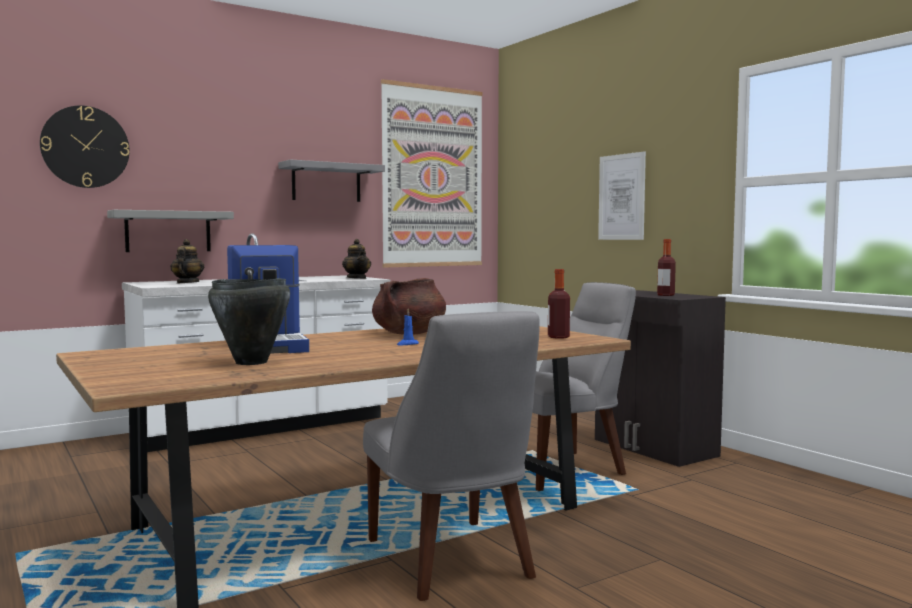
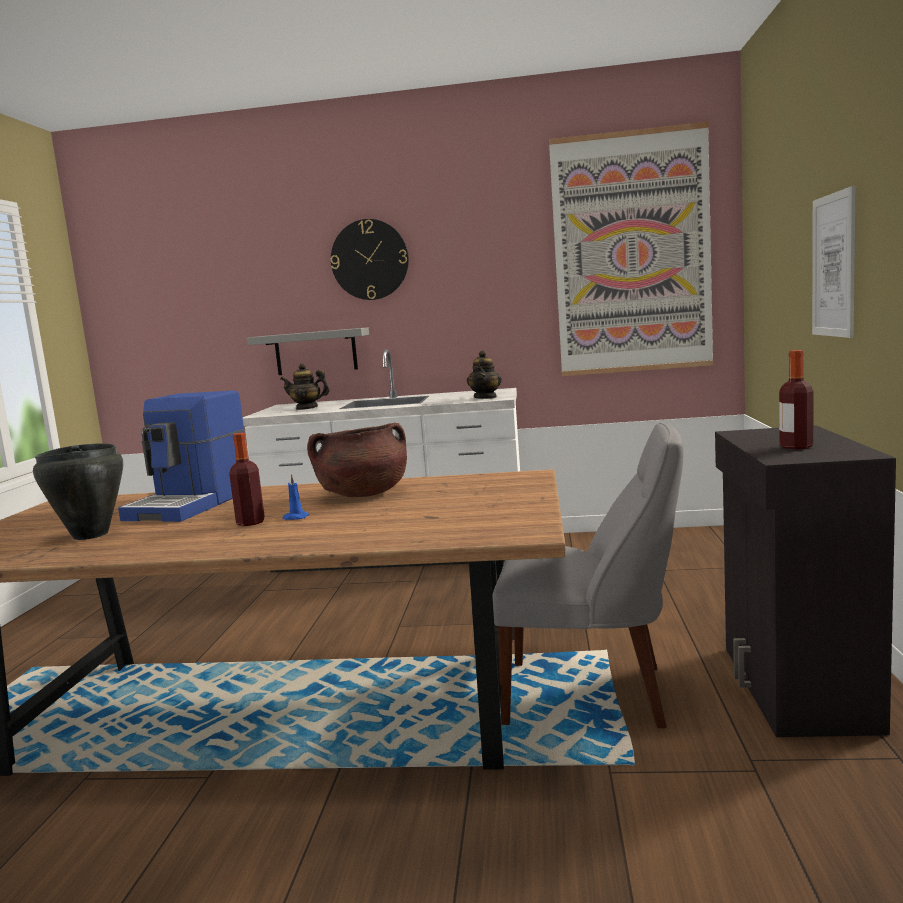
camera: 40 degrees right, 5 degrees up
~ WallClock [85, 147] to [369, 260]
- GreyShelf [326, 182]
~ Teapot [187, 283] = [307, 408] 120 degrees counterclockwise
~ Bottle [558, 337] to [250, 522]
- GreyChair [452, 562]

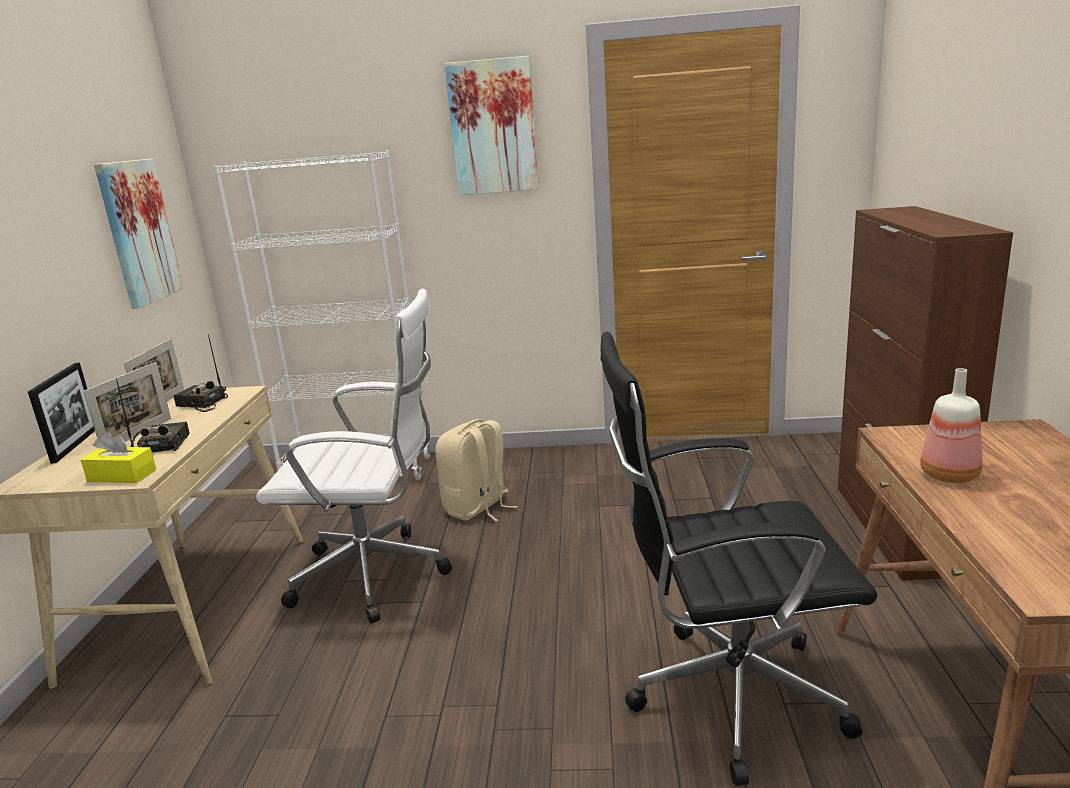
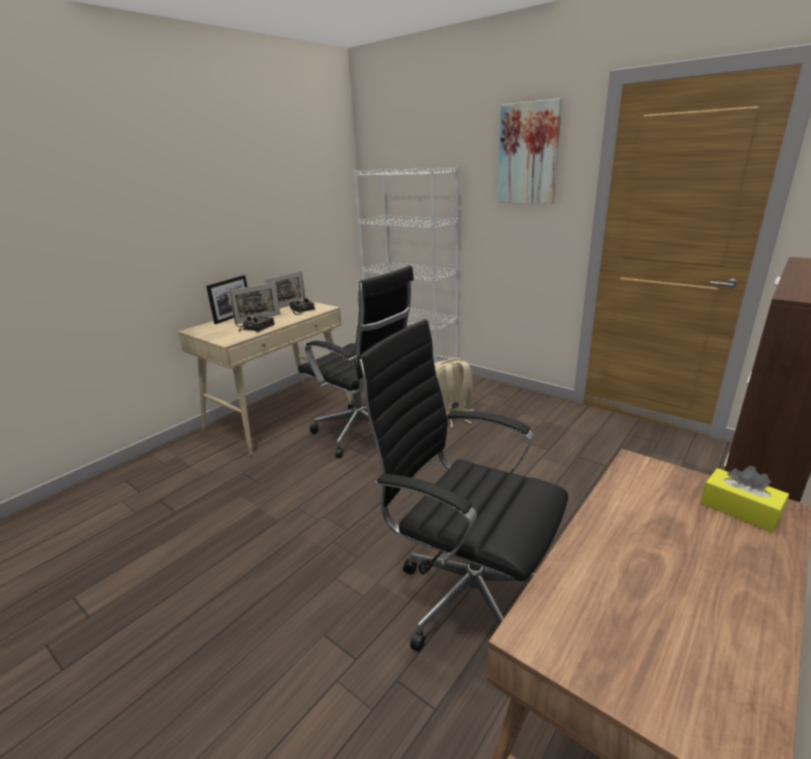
camera: 35 degrees right, 5 degrees up
- Picture [138, 232]
~ WhiteOfficeChair [377, 575] to BlackOfficeChair [364, 433]
- Bottle [950, 475]
~ YellowTissueBox [122, 475] to [740, 509]

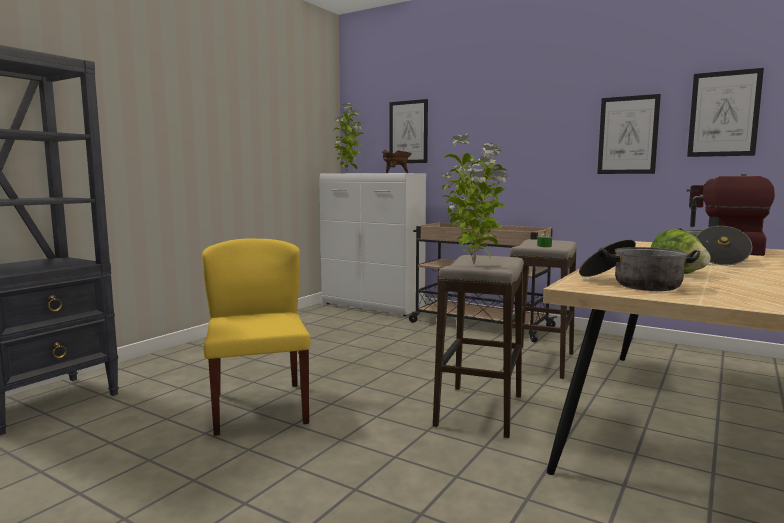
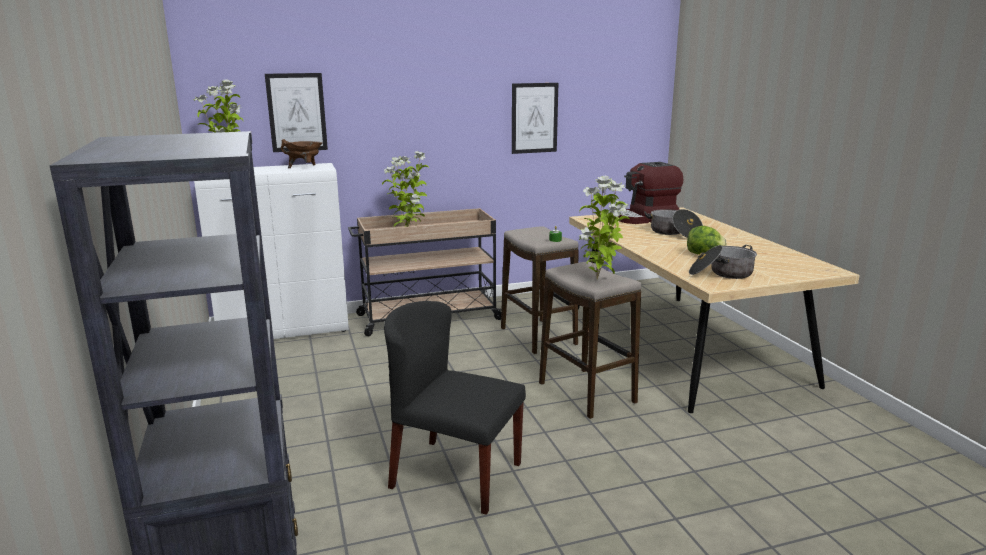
camera: 50 degrees left, 10 degrees up
- Picture [724, 114]
~ YellowChair [258, 407] to BlackChair [455, 475]

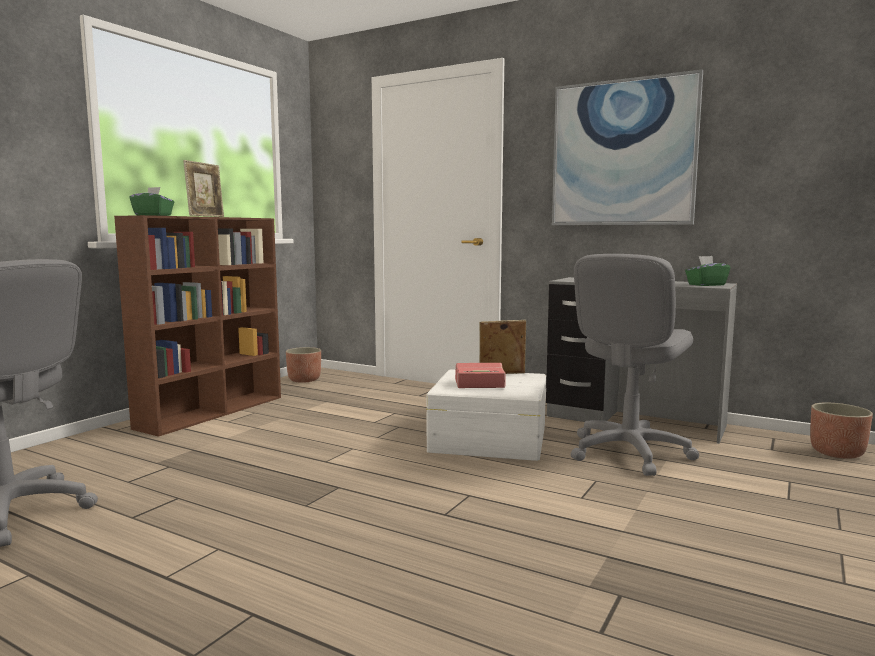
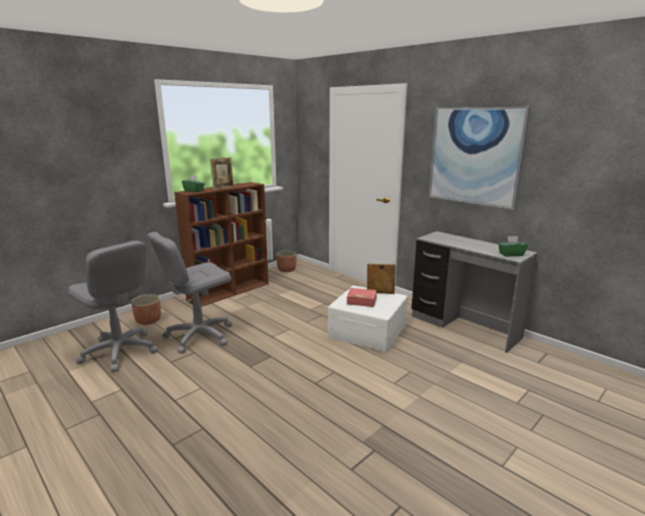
camera: 15 degrees right, 10 degrees up
~ GreyOfficeChair [628, 452] to [199, 336]
~ Planter [837, 453] to [148, 321]

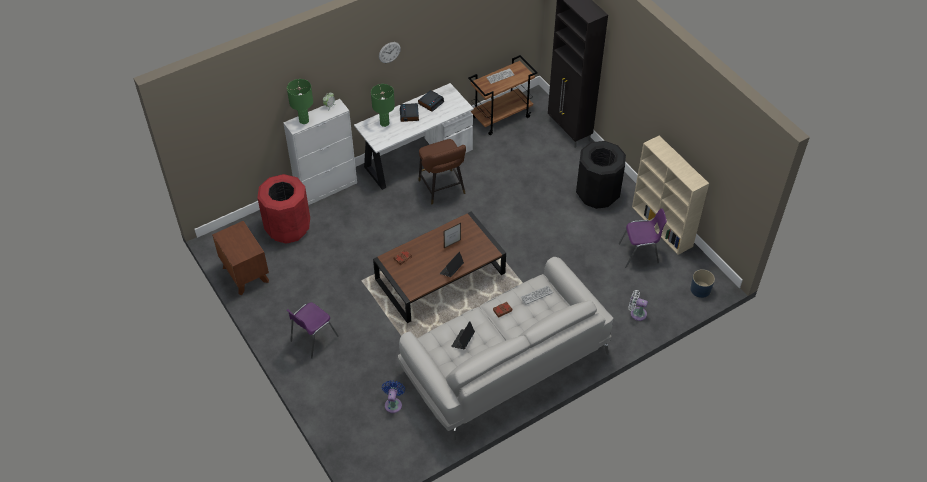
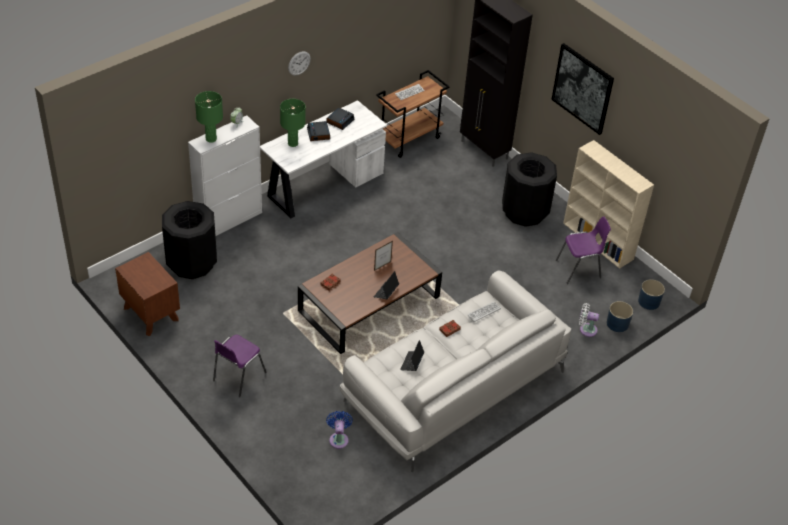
camera: 10 degrees left, 5 degrees down
- BrownStool [443, 189]
~ RedTrashCan [288, 228] to BlackTrashCan [192, 263]
+ Picture [582, 88]
+ BluePlanter [617, 324]

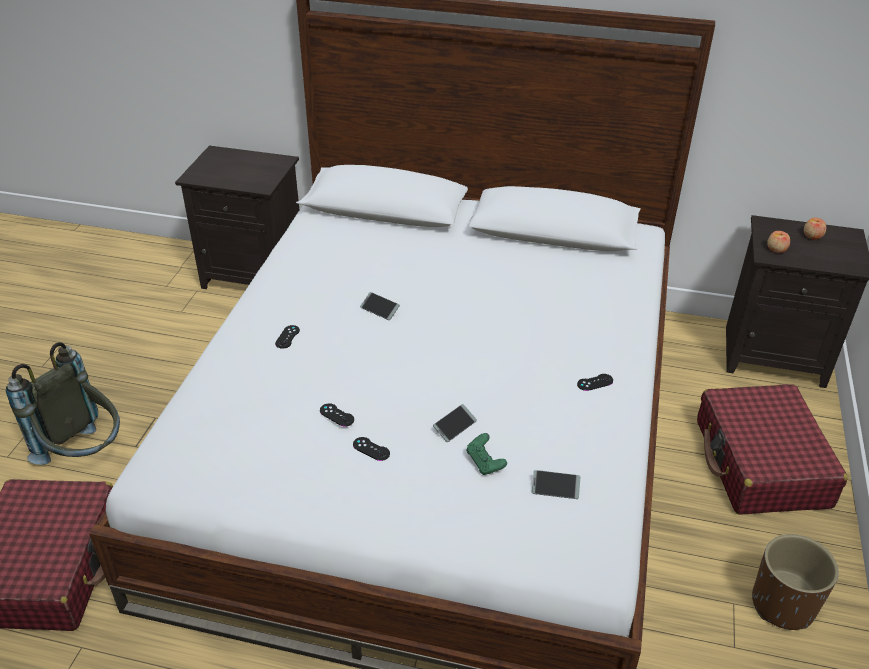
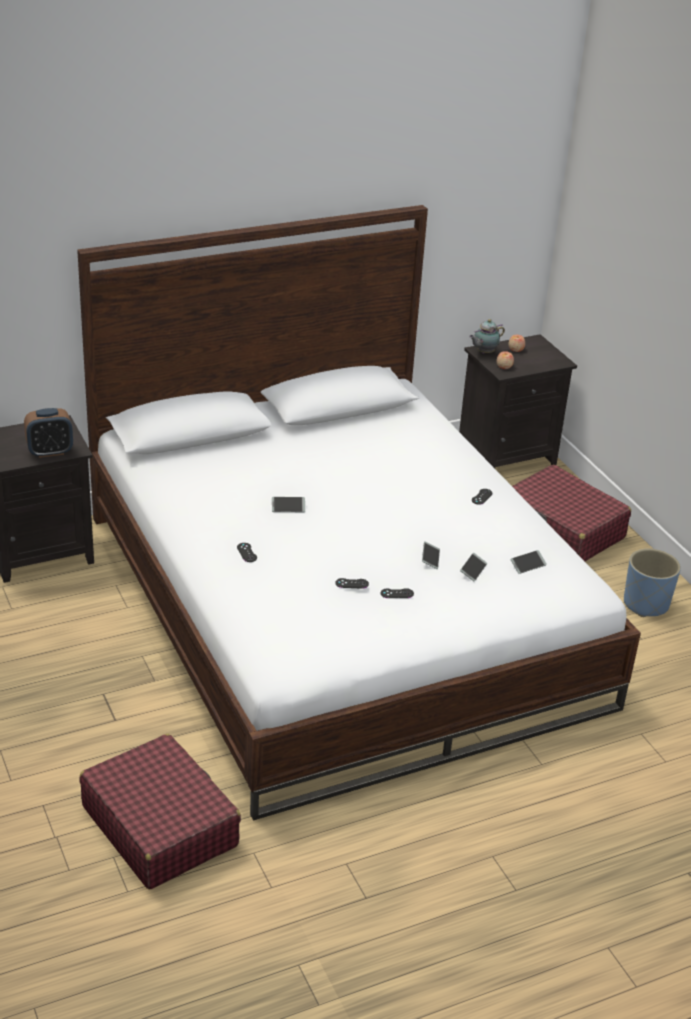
camera: 40 degrees left, 5 degrees down
- GreyBackpack [85, 456]
~ GreenGameController [485, 463] to Phone [473, 570]
~ BrownPlanter [783, 604] to BluePlanter [646, 604]
+ Teapot [484, 352]
+ AlarmClock [50, 451]

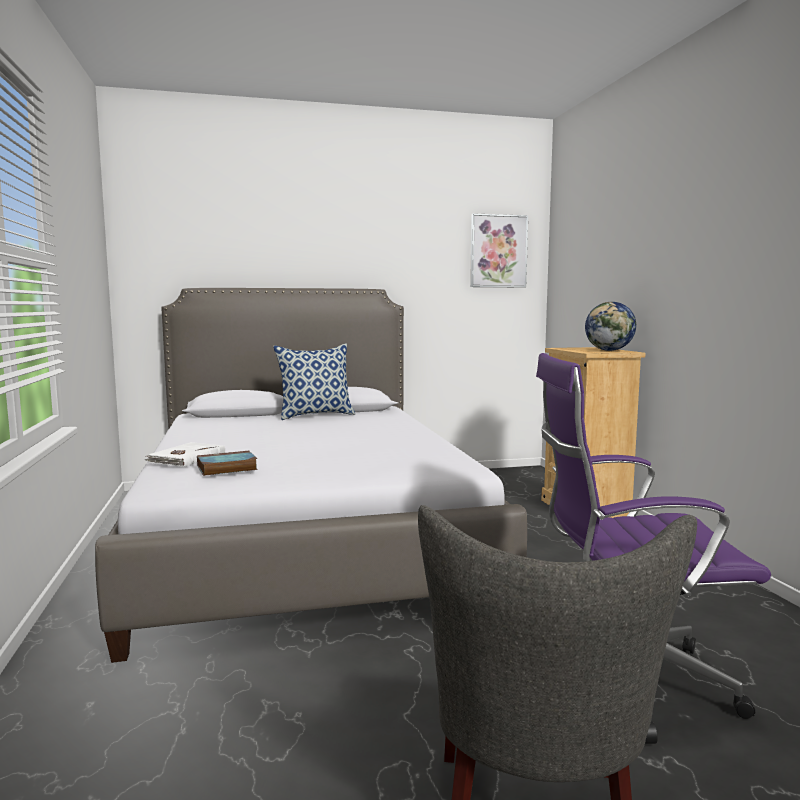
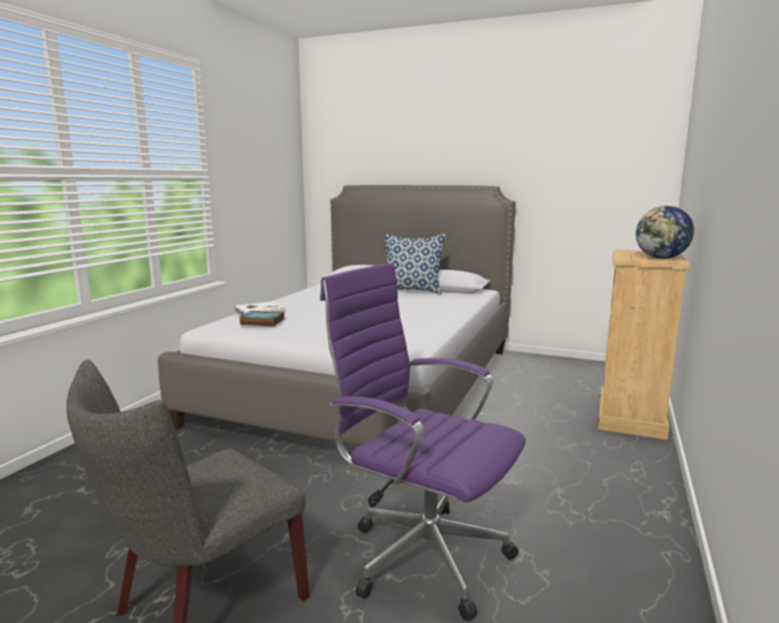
camera: 35 degrees right, 5 degrees up
- Picture [498, 251]

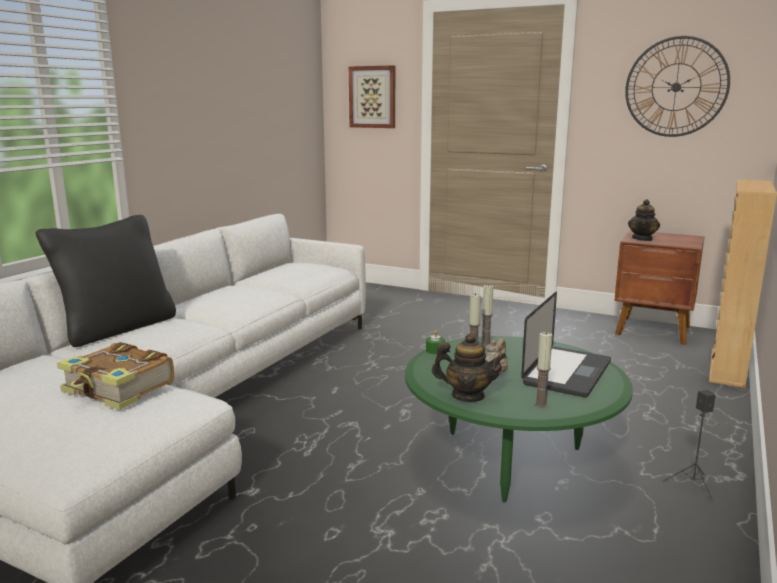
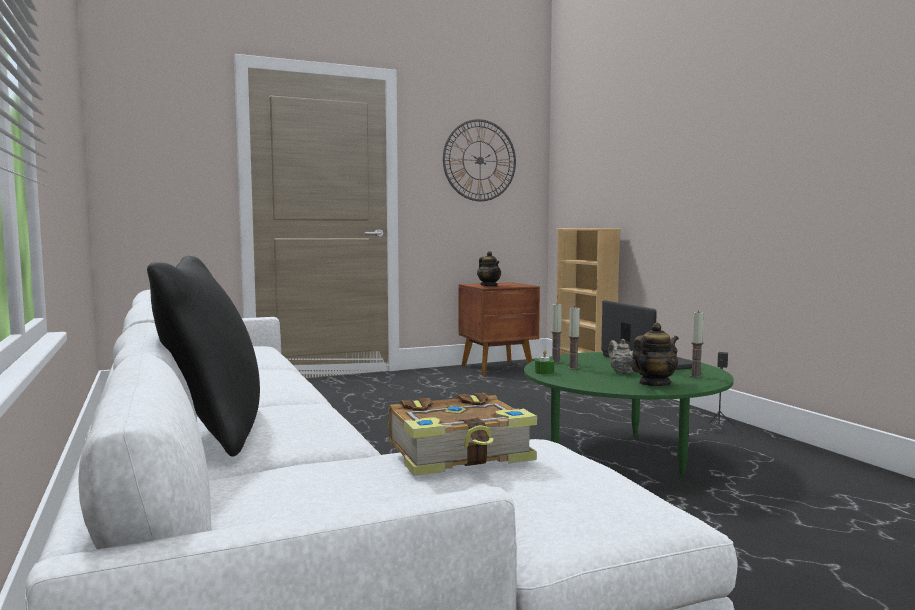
camera: 50 degrees left, 10 degrees down
- Picture [373, 97]

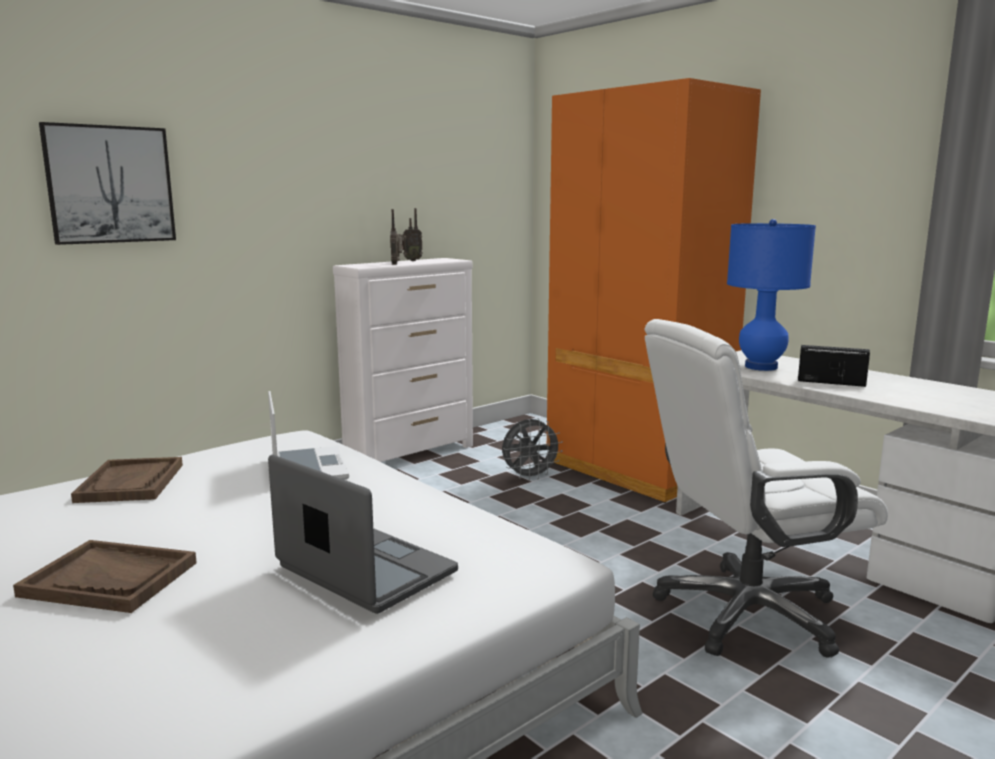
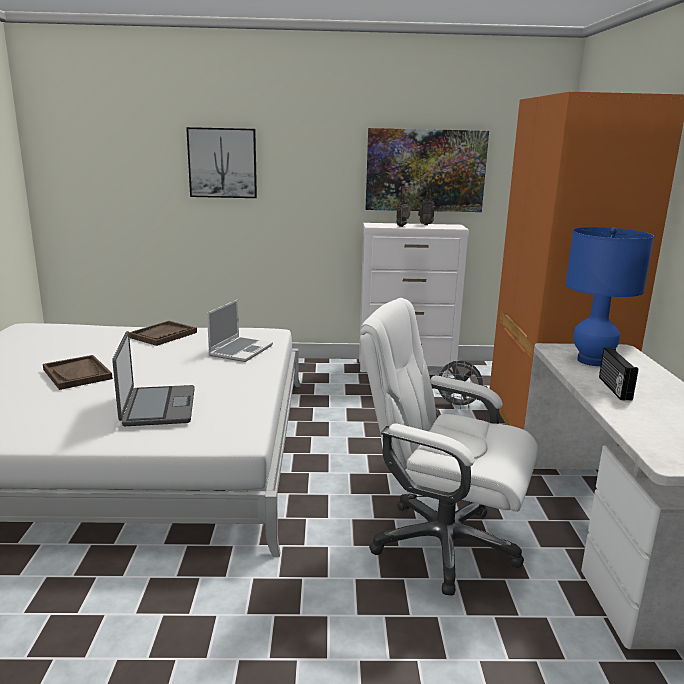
camera: 40 degrees right, 5 degrees up
~ Radio [831, 382] = [613, 388] 150 degrees counterclockwise
+ Picture [425, 170]

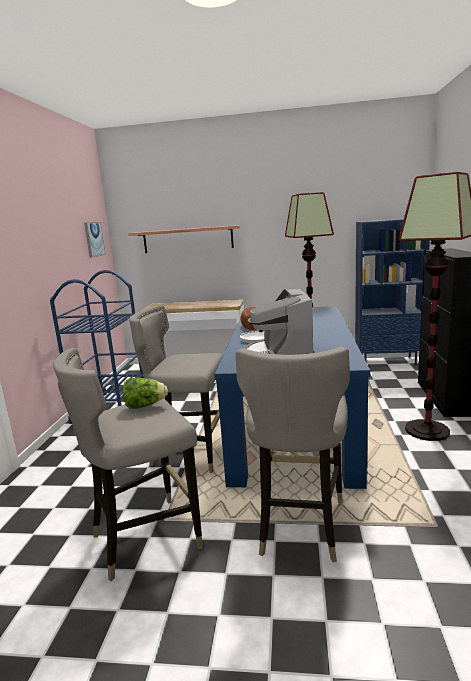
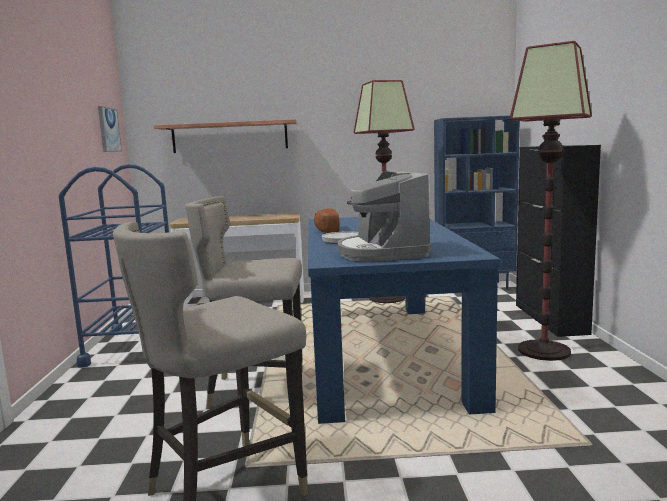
camera: 10 degrees left, 5 degrees down
- GreyStool [298, 526]
- Lettuce [145, 406]

